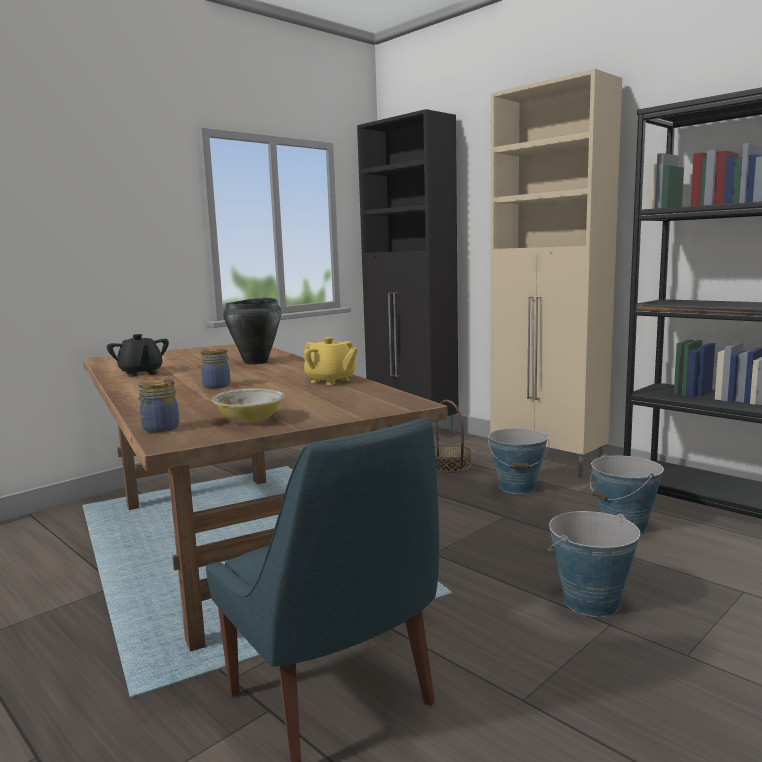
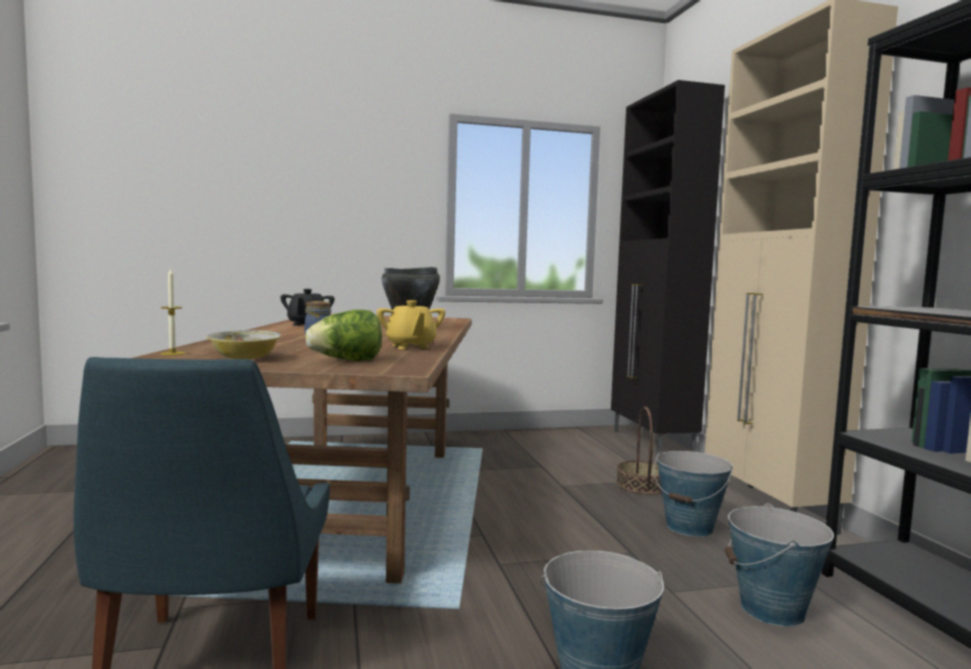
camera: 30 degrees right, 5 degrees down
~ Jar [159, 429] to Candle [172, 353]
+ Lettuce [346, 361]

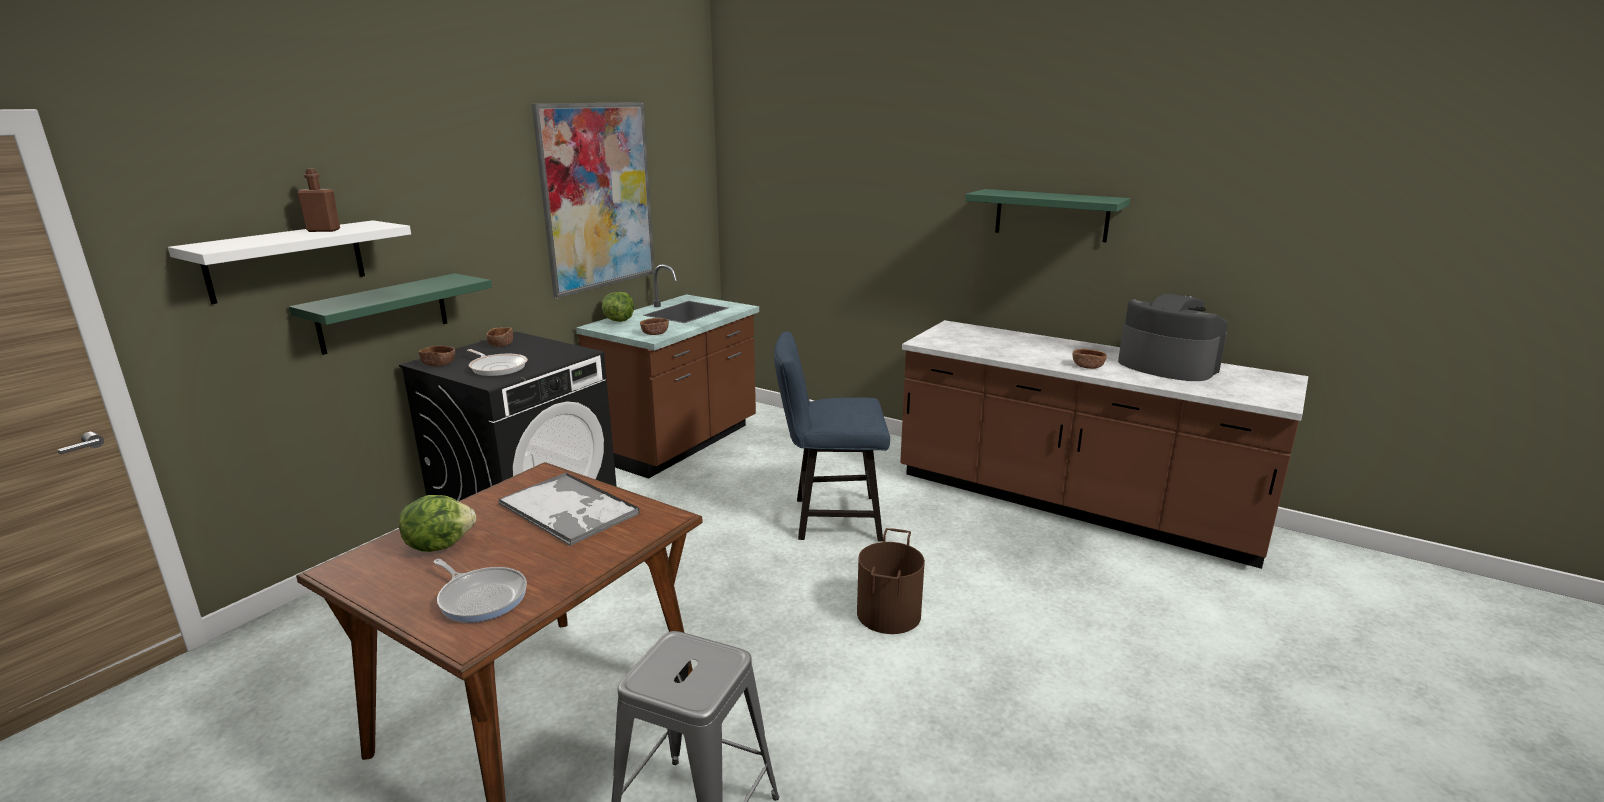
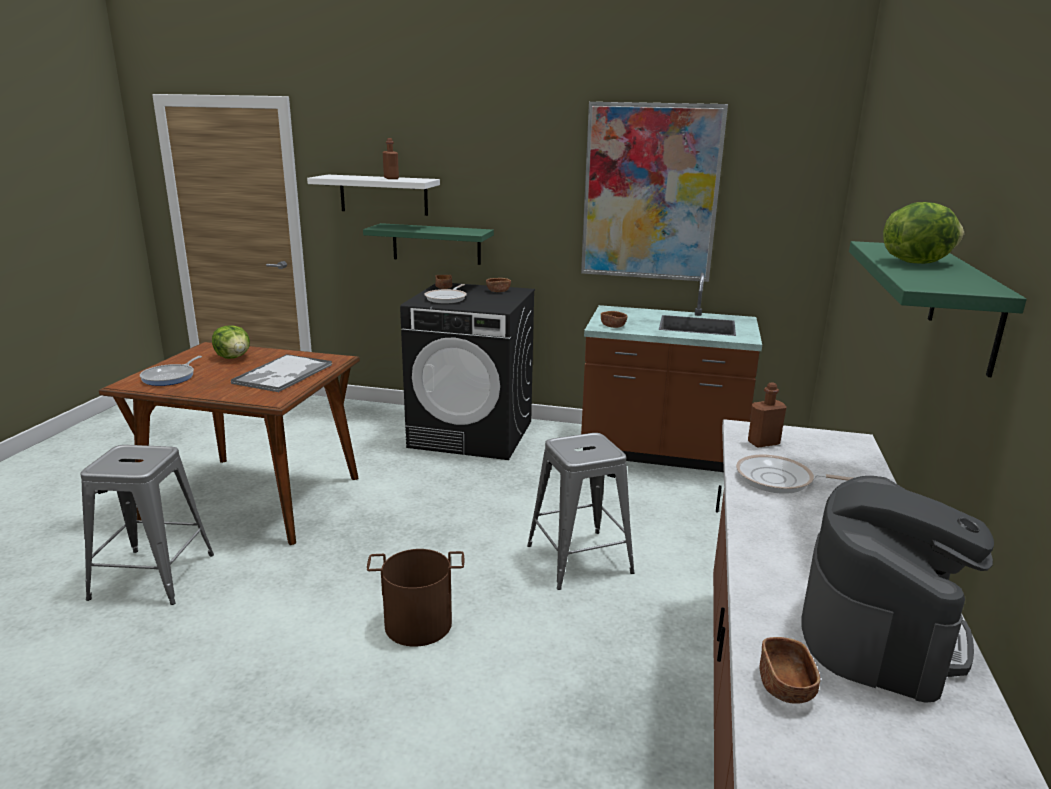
camera: 70 degrees right, 0 degrees up
~ Lettuce [619, 320] to [915, 262]
~ BlueChair [829, 518] to GreyStool [579, 559]
~ BrownBowl [1087, 366] to [785, 686]
+ BrownBottle [763, 443]
+ FryingPan [779, 480]

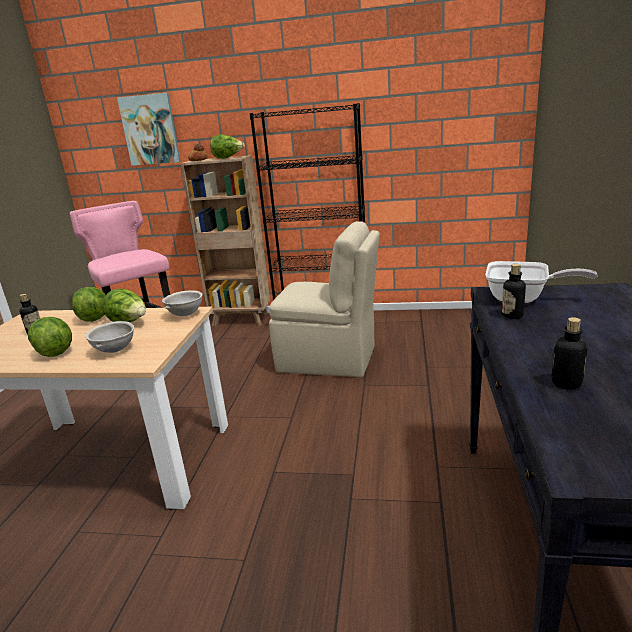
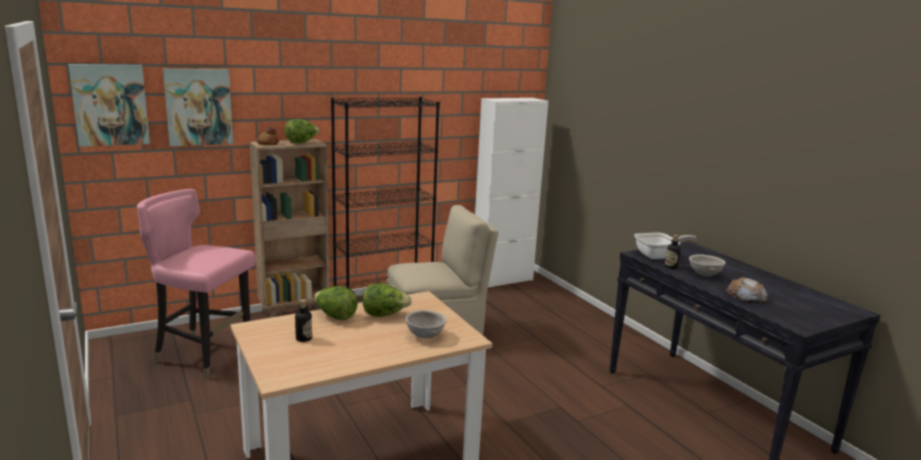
camera: 40 degrees left, 5 degrees down
~ GreyBowl [185, 314] to [704, 275]
- Lettuce [54, 351]
~ Bottle [566, 383] to Bread [746, 296]
+ Picture [110, 105]
+ WhiteCabinet [502, 280]

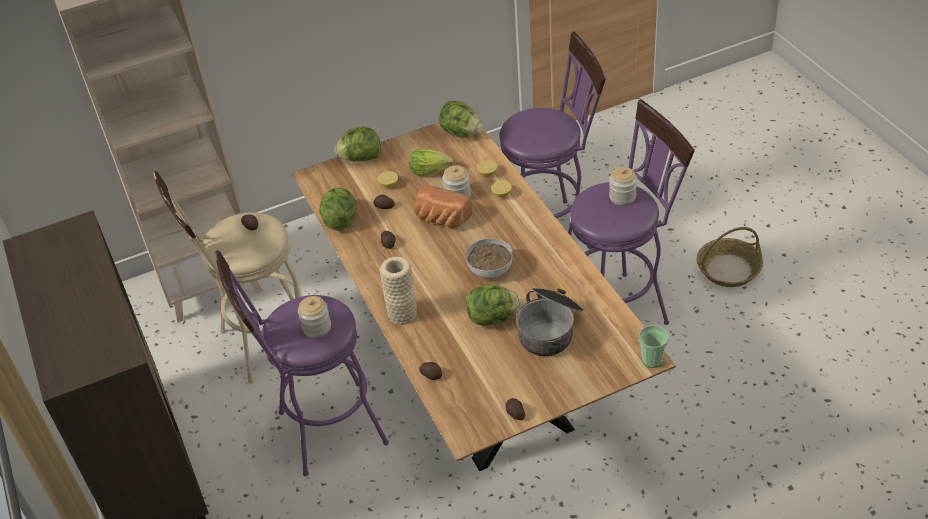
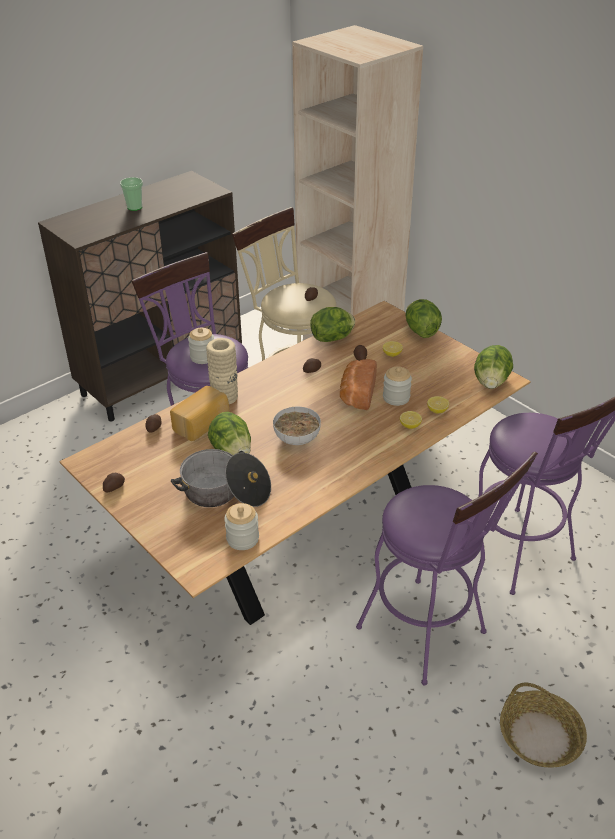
camera: 70 degrees right, 5 degrees down
- Lettuce [432, 171]
~ Jar [622, 197] to [242, 539]
~ Cup [652, 360] to [134, 207]
+ Bread [203, 424]

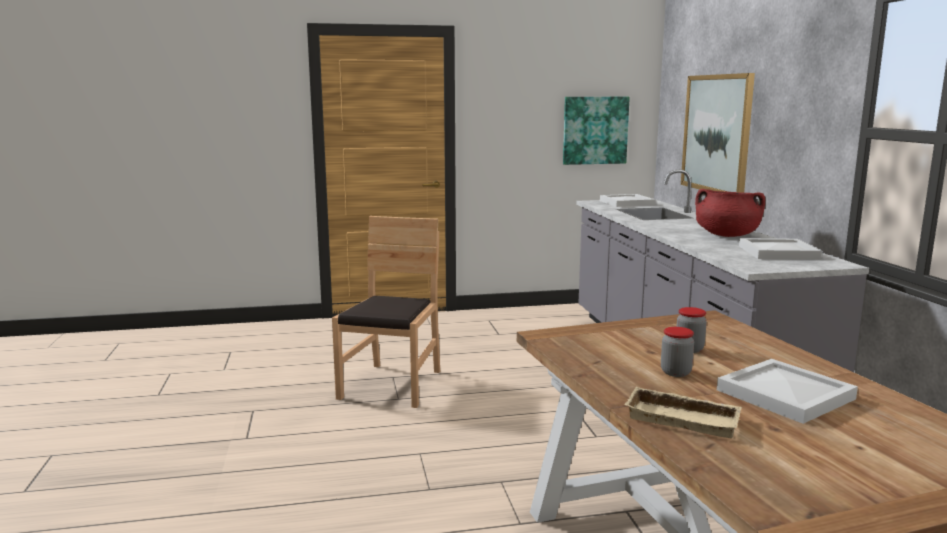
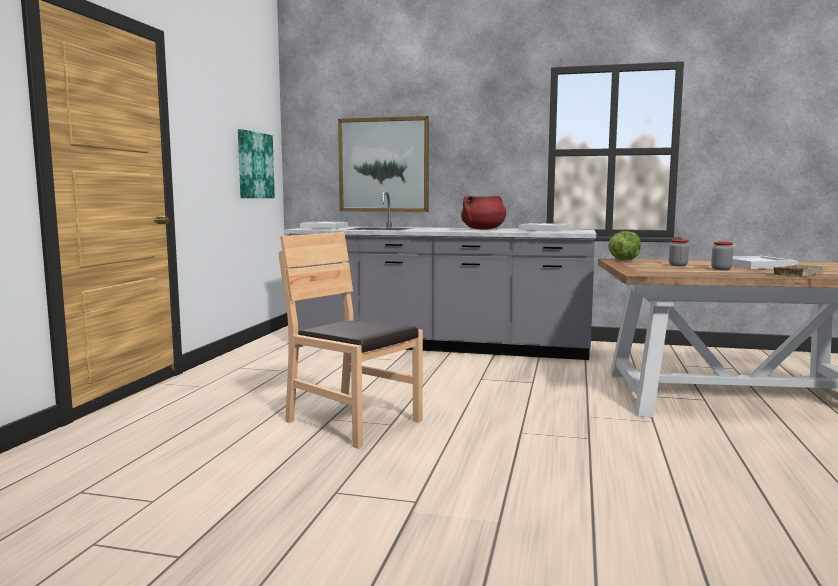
camera: 65 degrees left, 5 degrees down
+ Lettuce [623, 259]

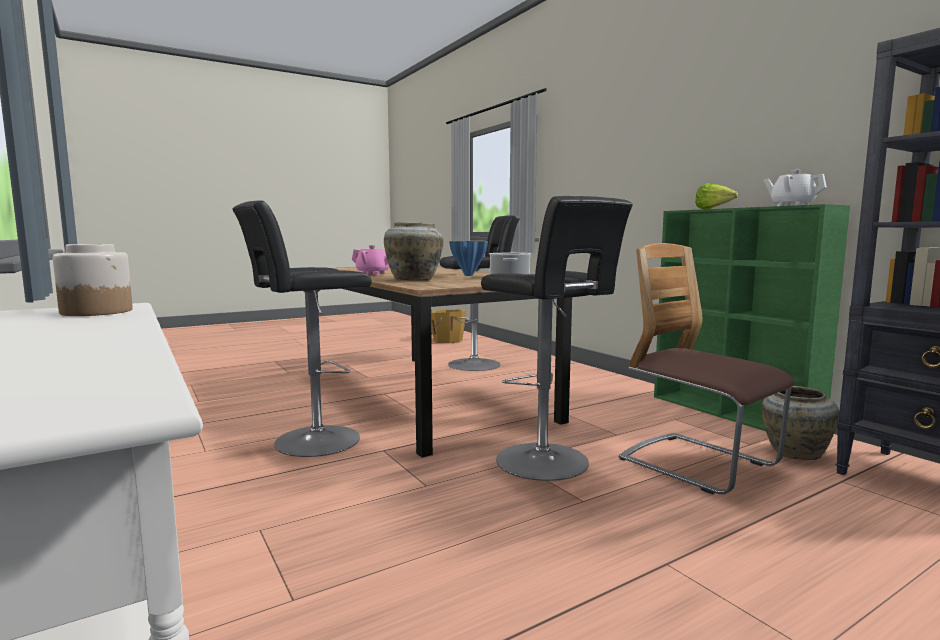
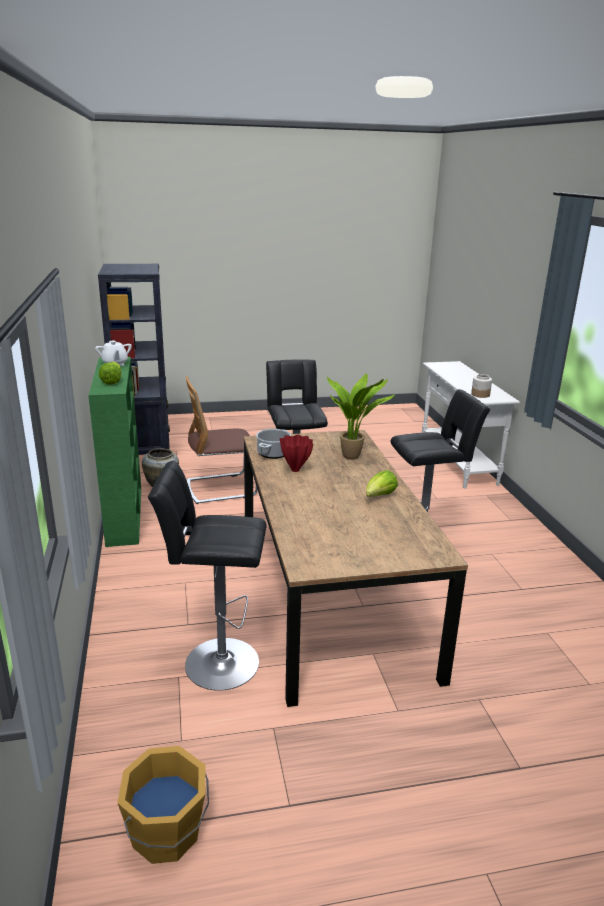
camera: 160 degrees left, 15 degrees up
~ BeigeVase [415, 280] to PottedPlant [353, 456]
~ BlueVase [468, 275] to RedVase [295, 470]
~ Chair [698, 464] = [221, 488] 90 degrees clockwise
~ PinkTeapot [373, 273] to Lettuce [379, 496]

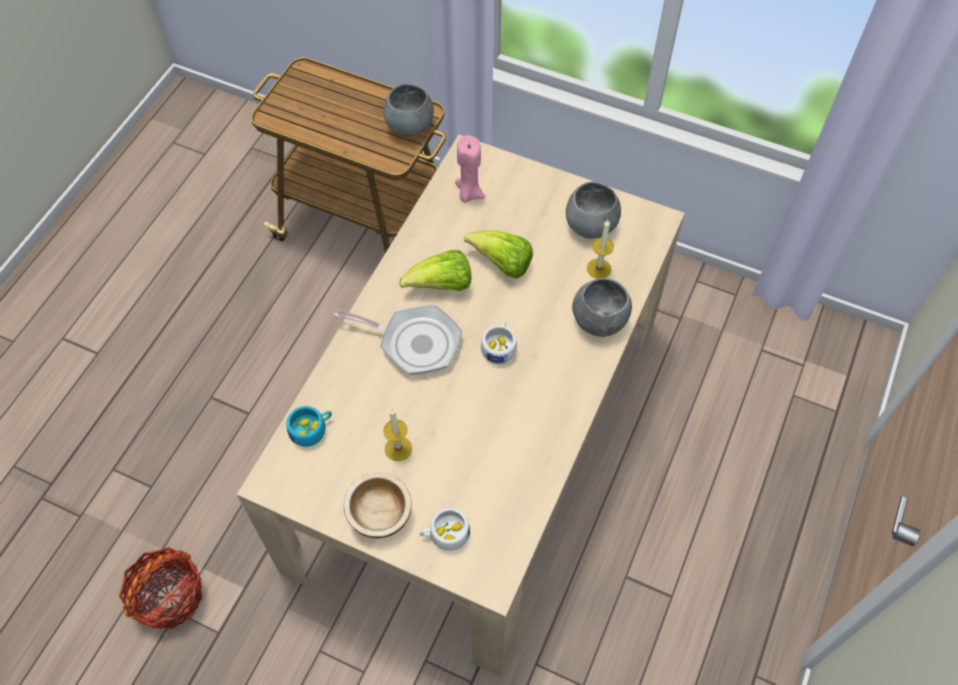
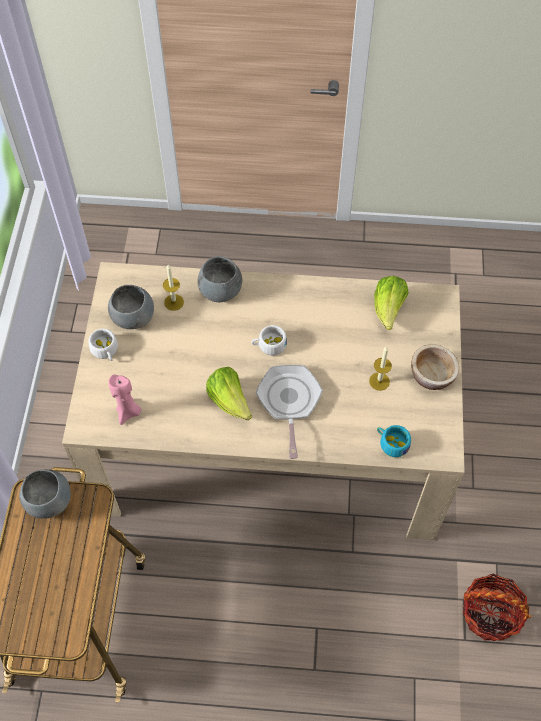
camera: 110 degrees left, 0 degrees up
~ Lettuce [502, 264] to [388, 309]
~ WhiteCup [445, 534] to [105, 351]

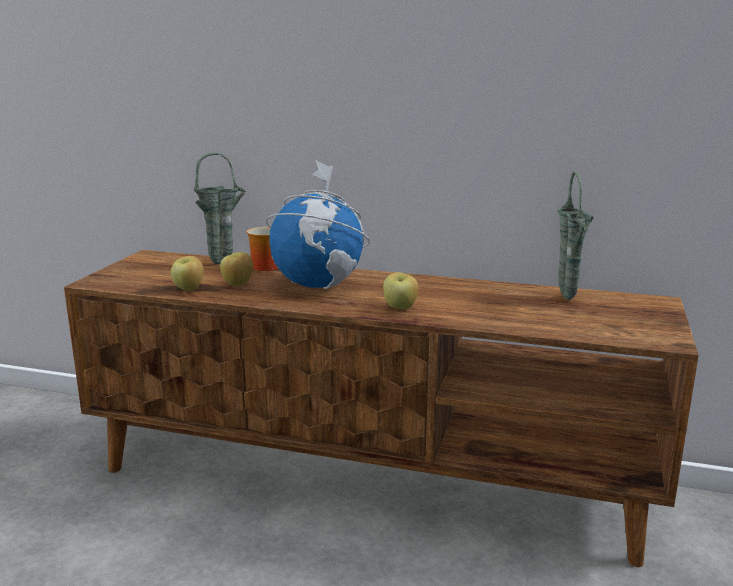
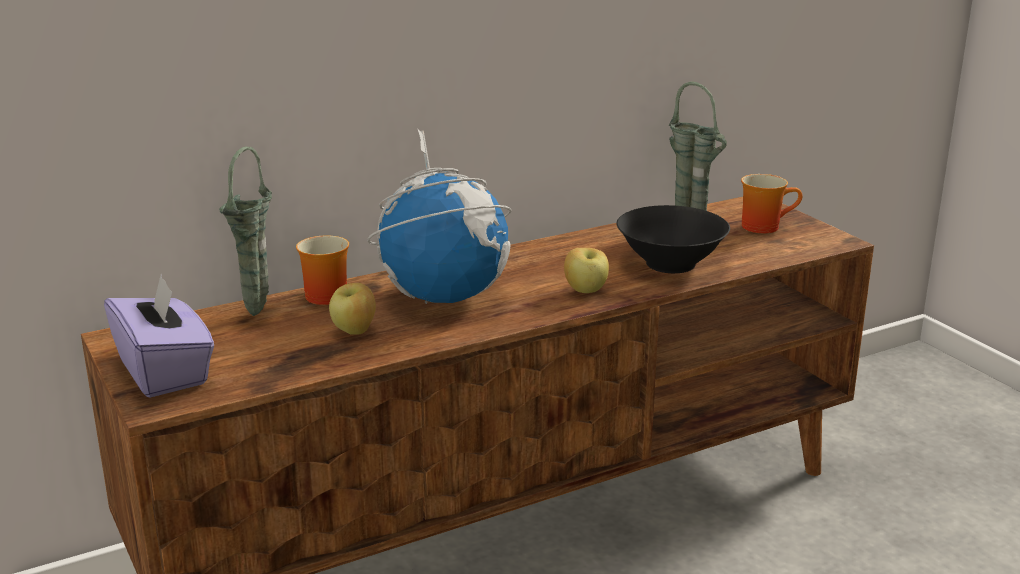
camera: 45 degrees left, 5 degrees up
- Apple [189, 289]
+ Mug [764, 226]
+ BlackBowl [672, 264]
+ PurpleTissueBox [165, 372]

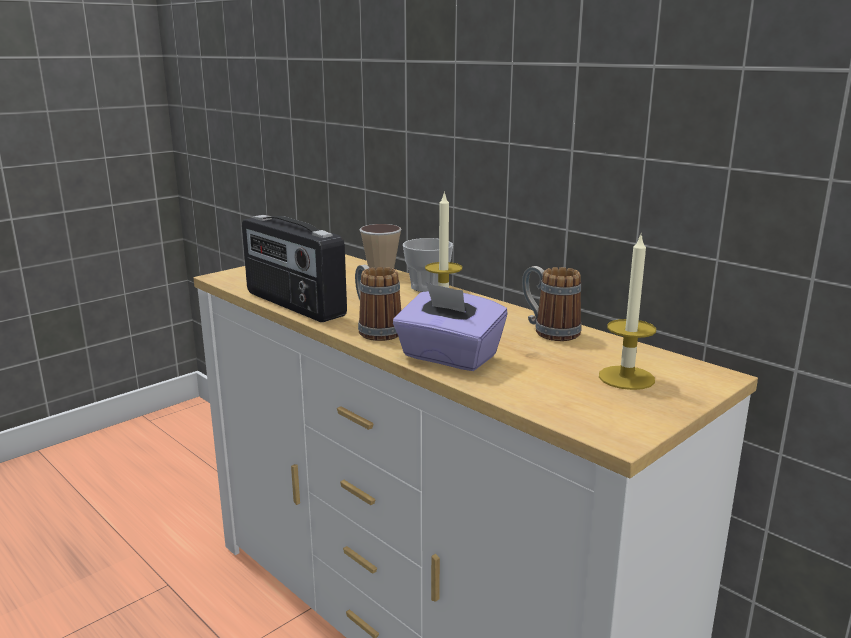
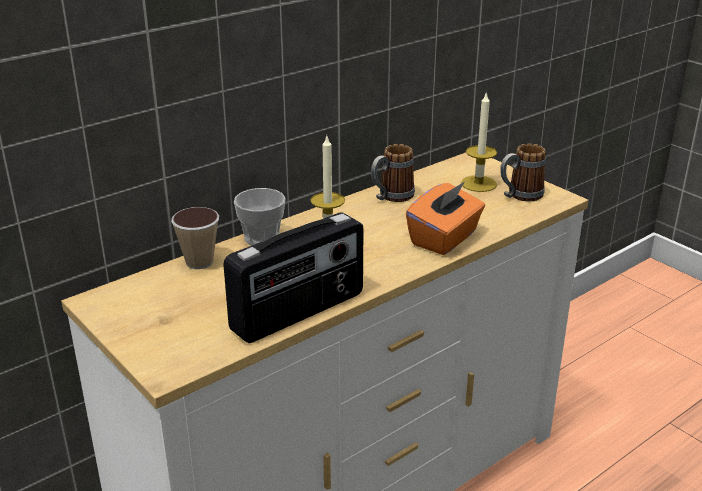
camera: 85 degrees left, 10 degrees up
~ Mug [375, 330] to [519, 196]
~ PurpleTissueBox [448, 357] to OrangeTissueBox [444, 239]

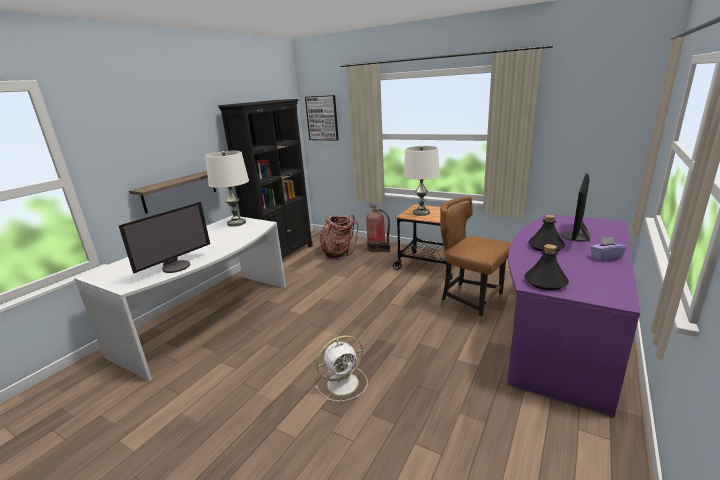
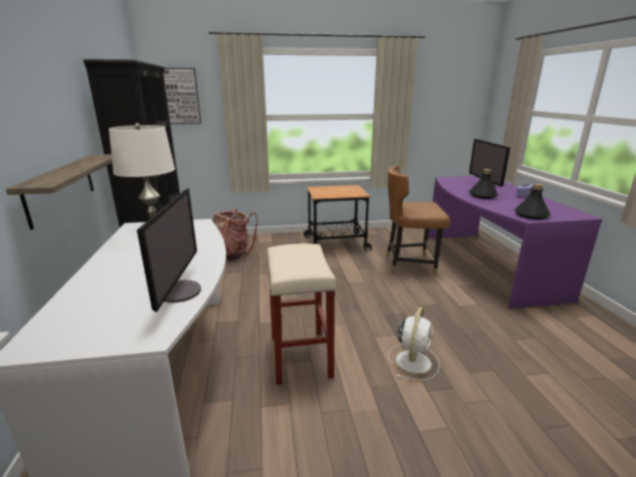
camera: 40 degrees left, 0 degrees up
- WhiteTableLamp [421, 213]
- FireExtinguisher [378, 249]
+ BeigeStool [301, 357]

